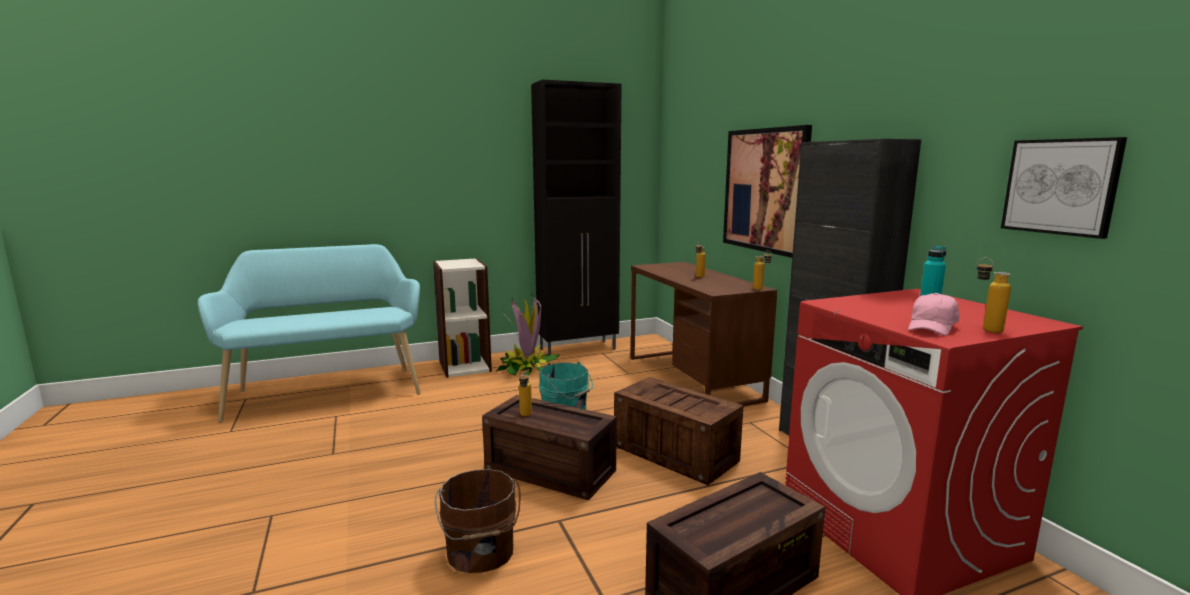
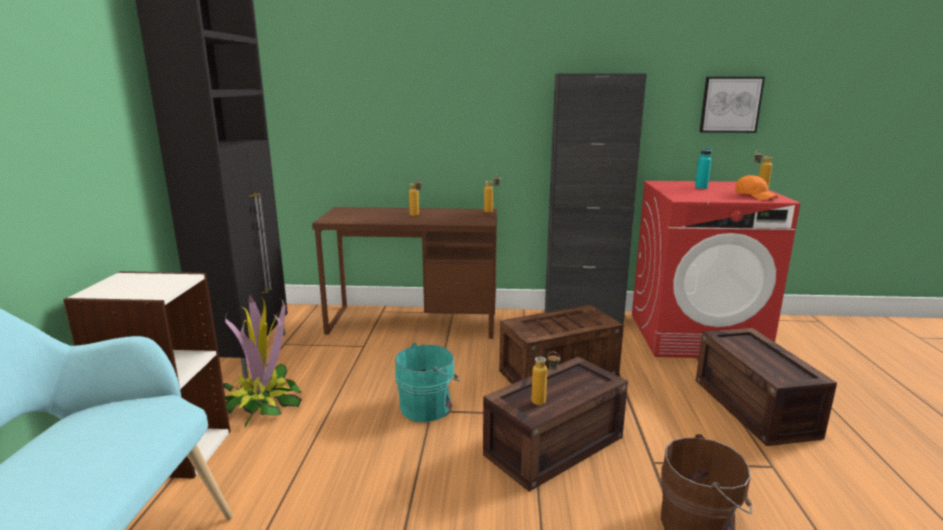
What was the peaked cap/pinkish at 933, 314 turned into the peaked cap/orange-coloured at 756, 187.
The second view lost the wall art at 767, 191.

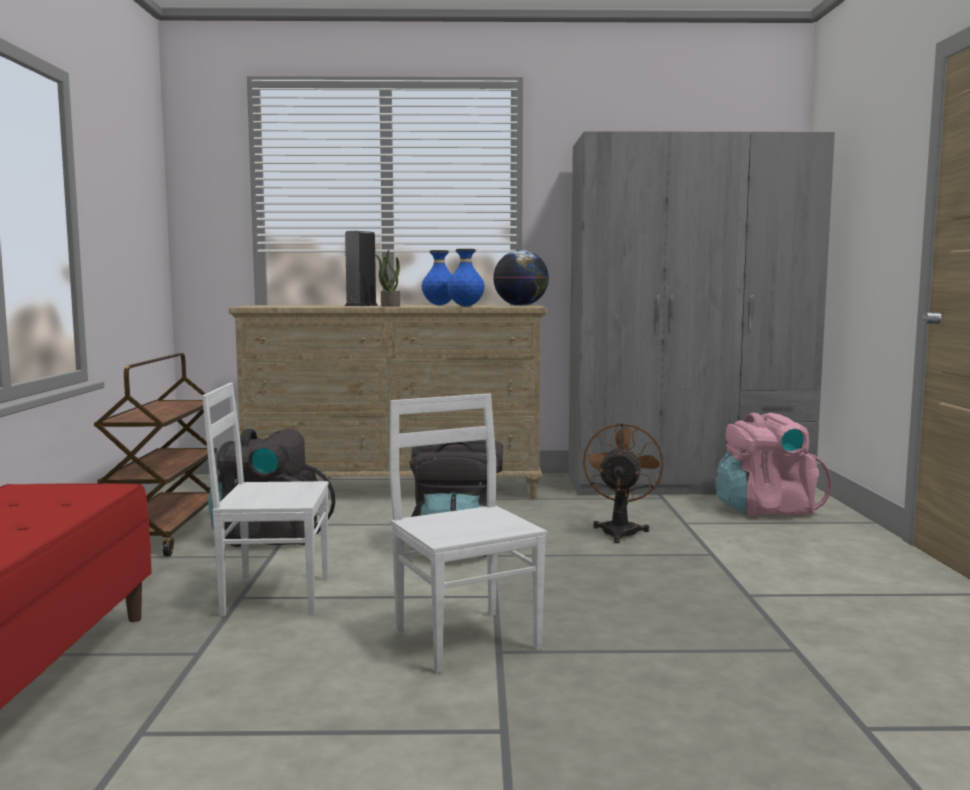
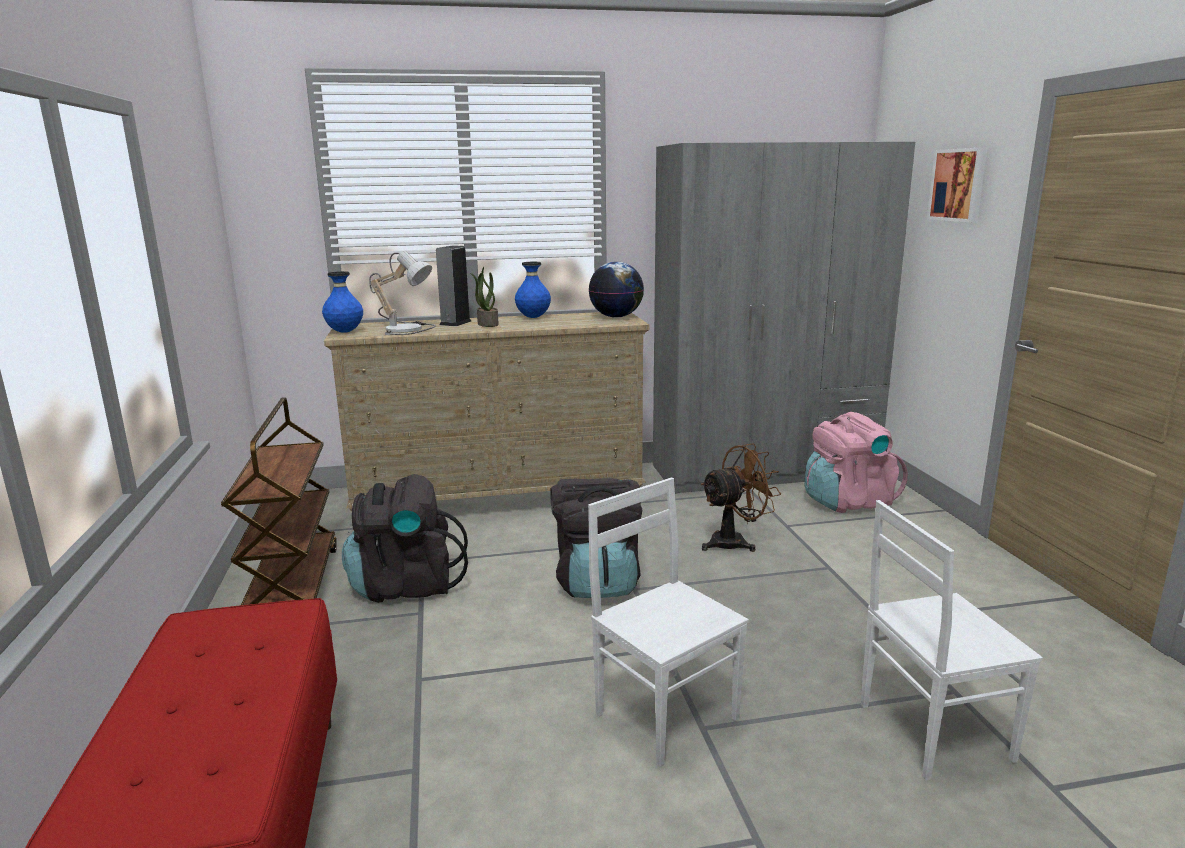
The decorative vase/blue ended up elsewhere, having gone from 466, 277 to 342, 302.
The second view gained the lamp for a table at 402, 293.
The electric fan/brownish at 623, 482 ended up facing another way, 60 degrees clockwise from before.
The plain chair/white ended up elsewhere, having gone from 265, 500 to 952, 640.
The second view gained the wall art at 957, 185.

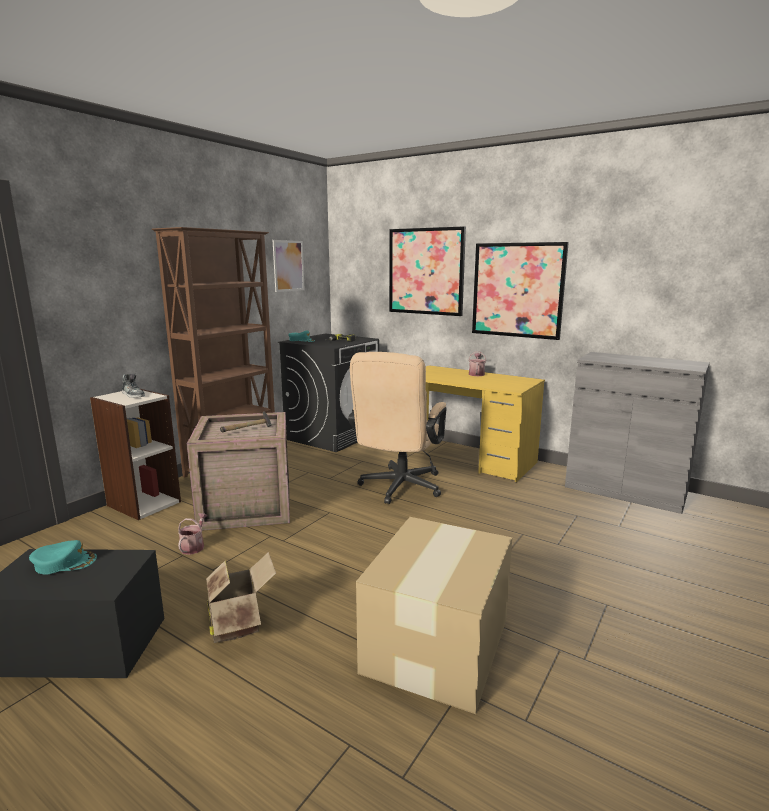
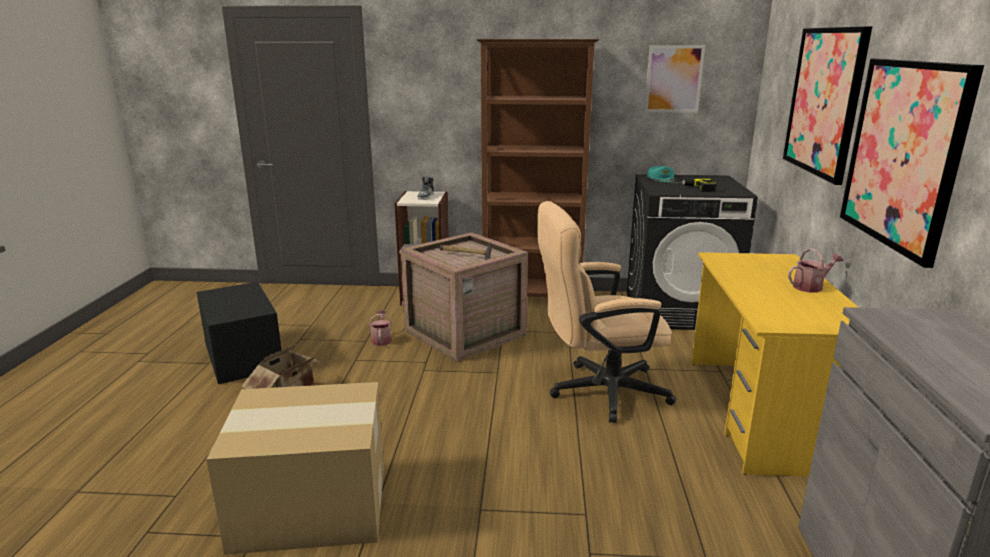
The sprinkling can at 193, 534 ended up facing another way, 75 degrees counterclockwise from before.
The second view lost the peaked cap/turquoise-coloured at 63, 557.

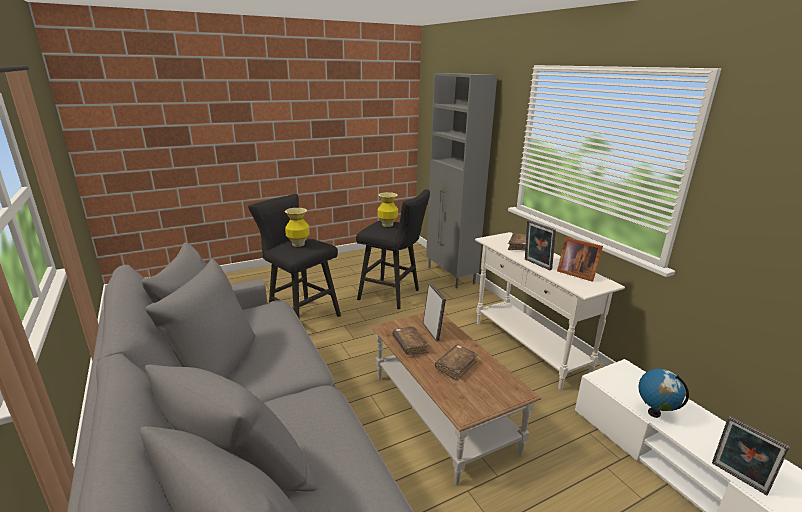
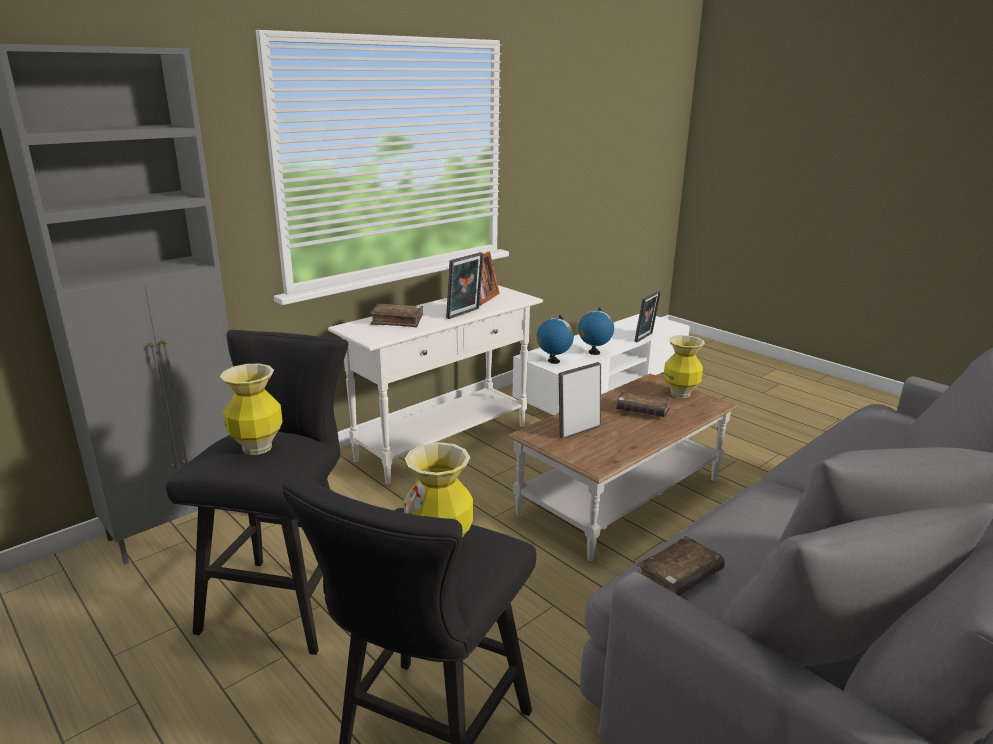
The second view gained the desk globe at 555, 339.
The volume/brownish ended up elsewhere, having gone from 411, 340 to 680, 566.
The second view gained the decorative vase at 684, 366.

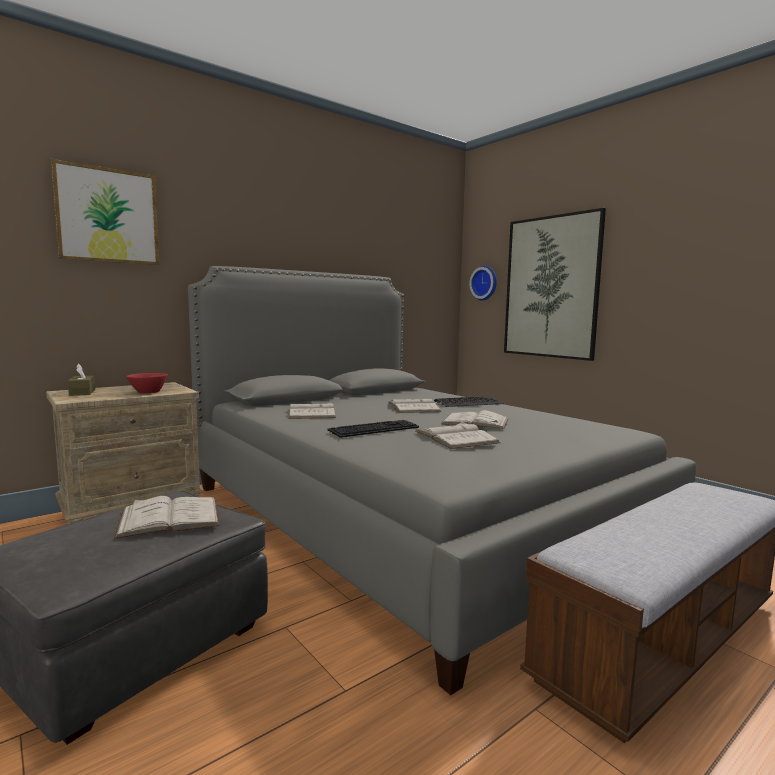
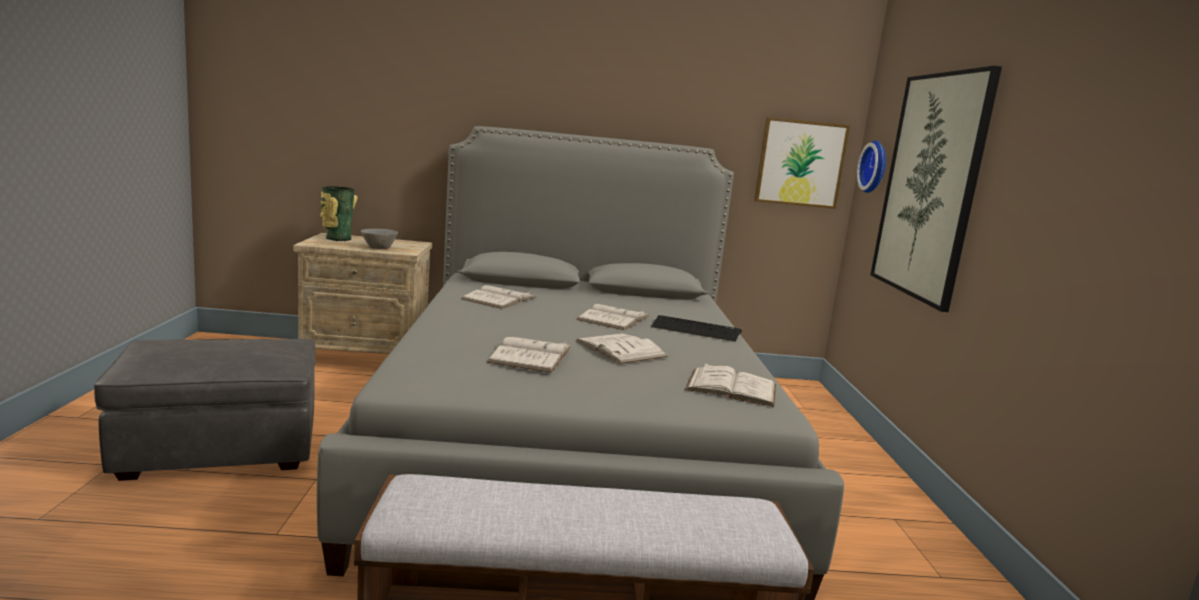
Where the box of tissues/brownish stood at 81, 380, the decorative vase came to stand at 338, 213.
What was the serving bowl/reddish at 147, 383 turned into the serving bowl/grey at 379, 239.
The volume/white ended up elsewhere, having gone from 167, 517 to 730, 385.
The wall art ended up elsewhere, having gone from 105, 212 to 802, 163.
The second view lost the keyboard at 373, 429.

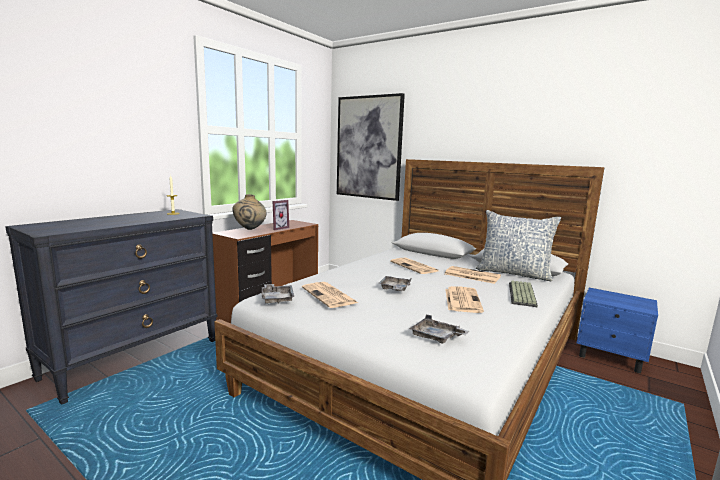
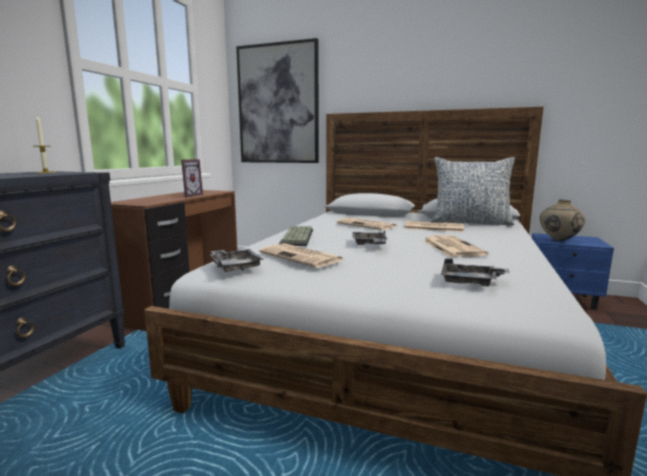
The keyboard ended up elsewhere, having gone from 523, 293 to 296, 236.
The decorative vase/beige-coloured ended up elsewhere, having gone from 250, 212 to 562, 220.

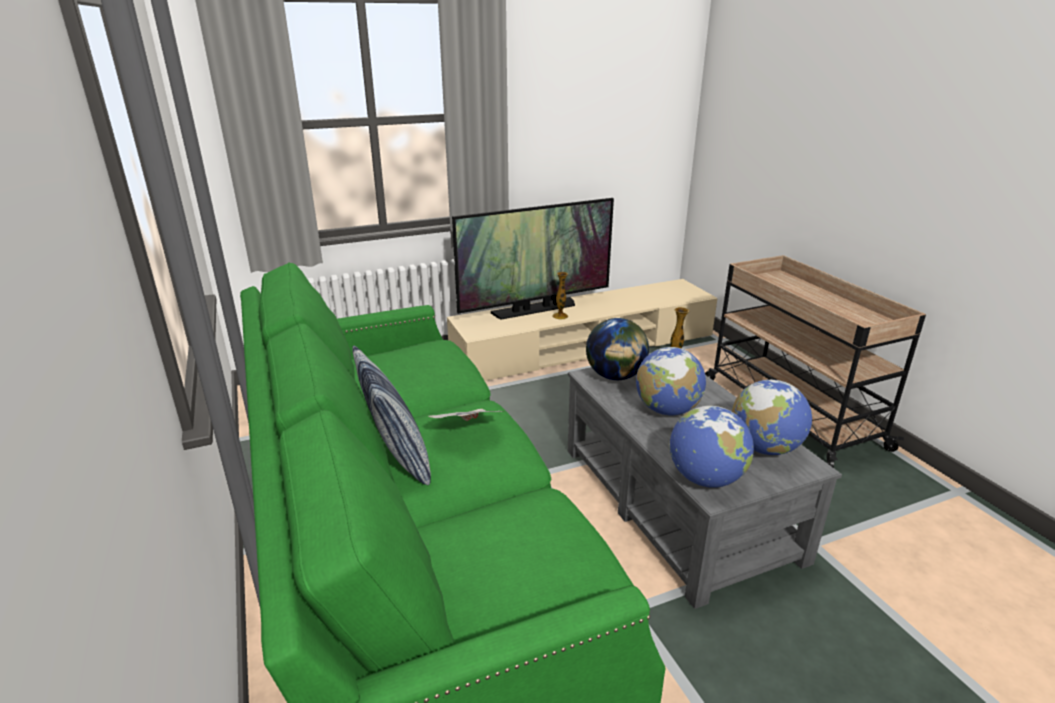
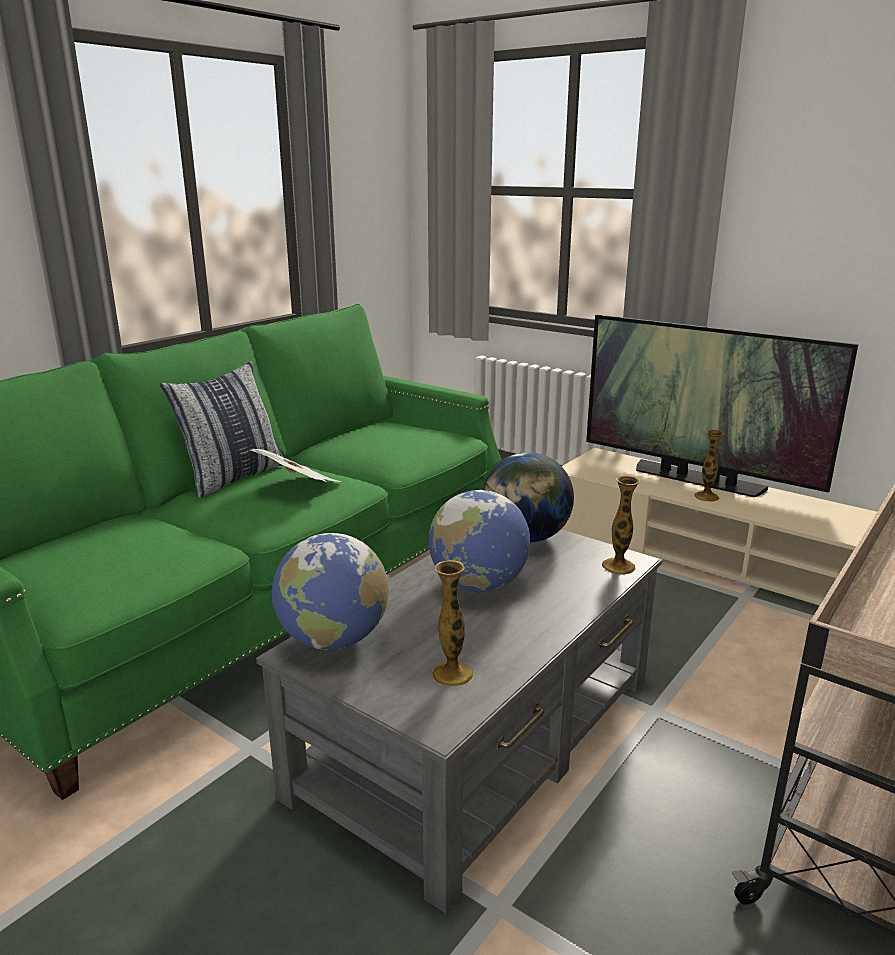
Where the desk globe stood at 772, 417, the decorative vase came to stand at 453, 623.

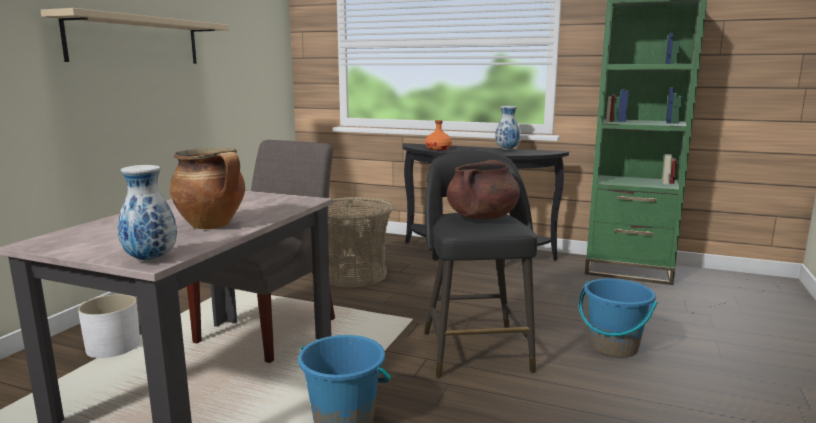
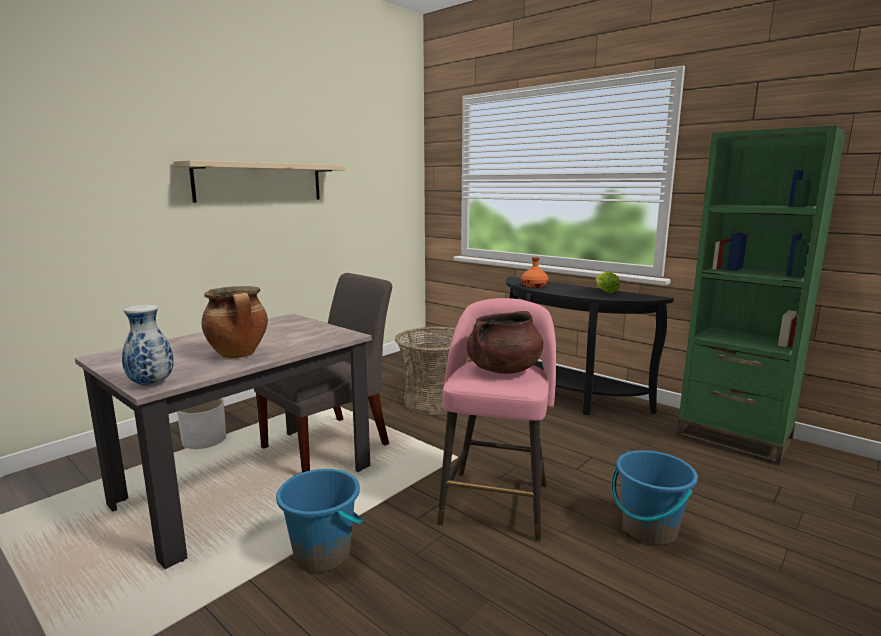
What was the stool seat/black at 480, 264 turned into the stool seat/pinkish at 496, 419.
Where the decorative vase stood at 507, 128, the lettuce head came to stand at 608, 282.

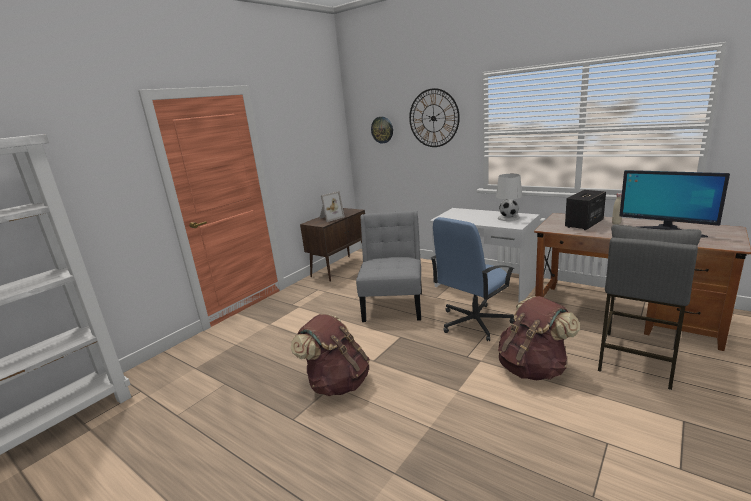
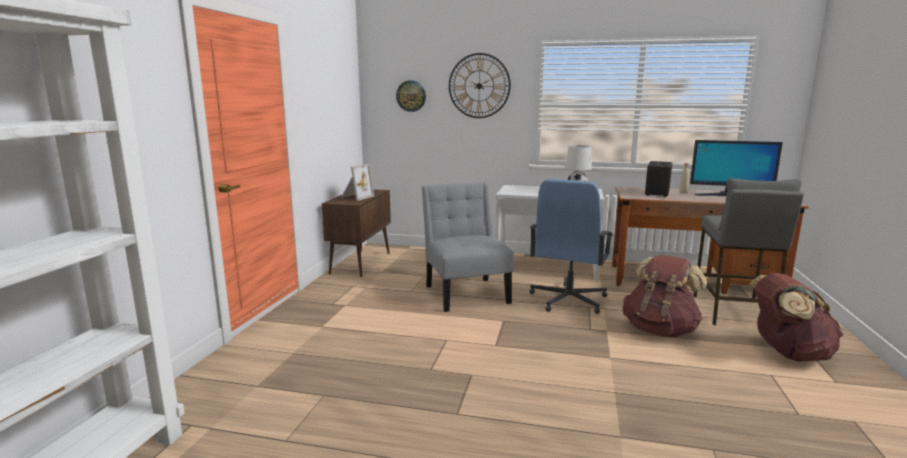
The knapsack/brownish ended up elsewhere, having gone from 330, 355 to 796, 317.

